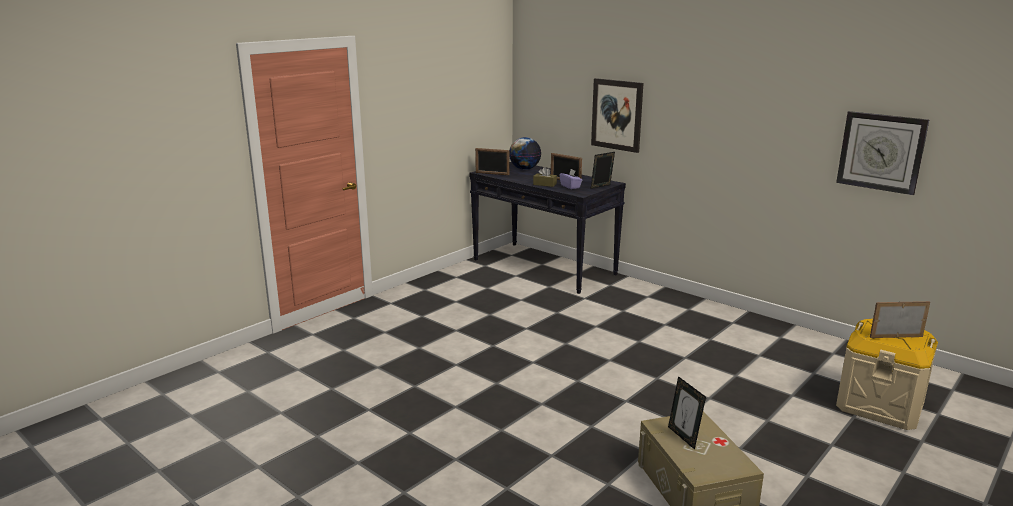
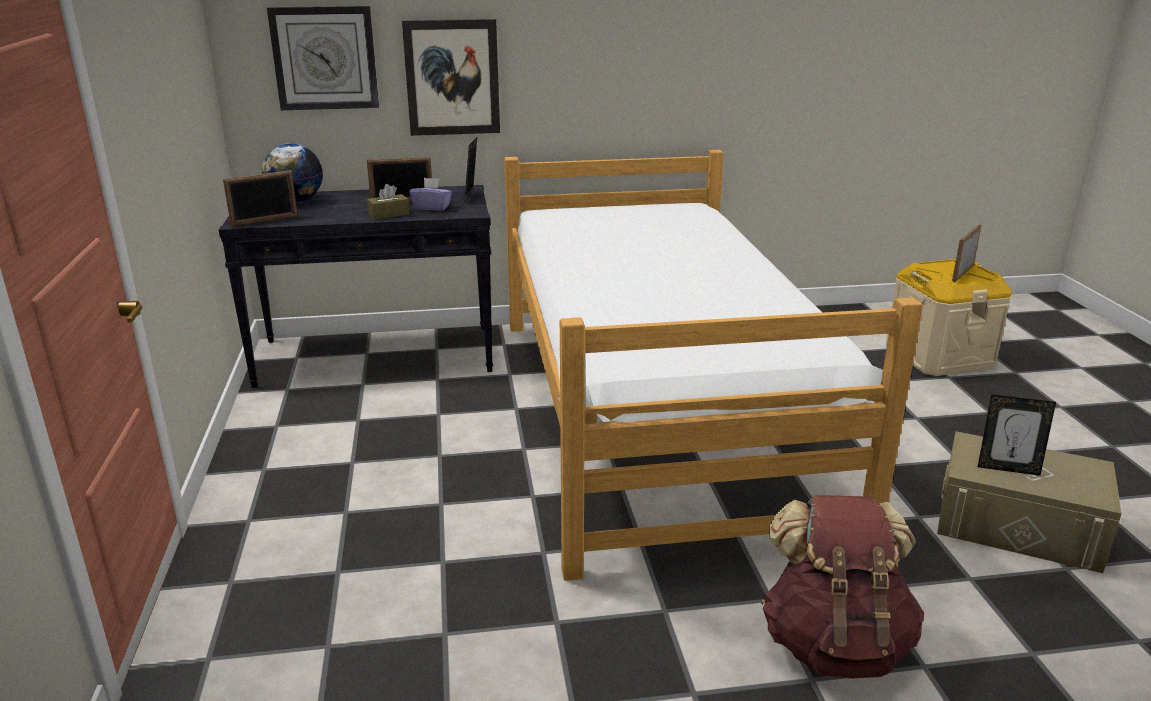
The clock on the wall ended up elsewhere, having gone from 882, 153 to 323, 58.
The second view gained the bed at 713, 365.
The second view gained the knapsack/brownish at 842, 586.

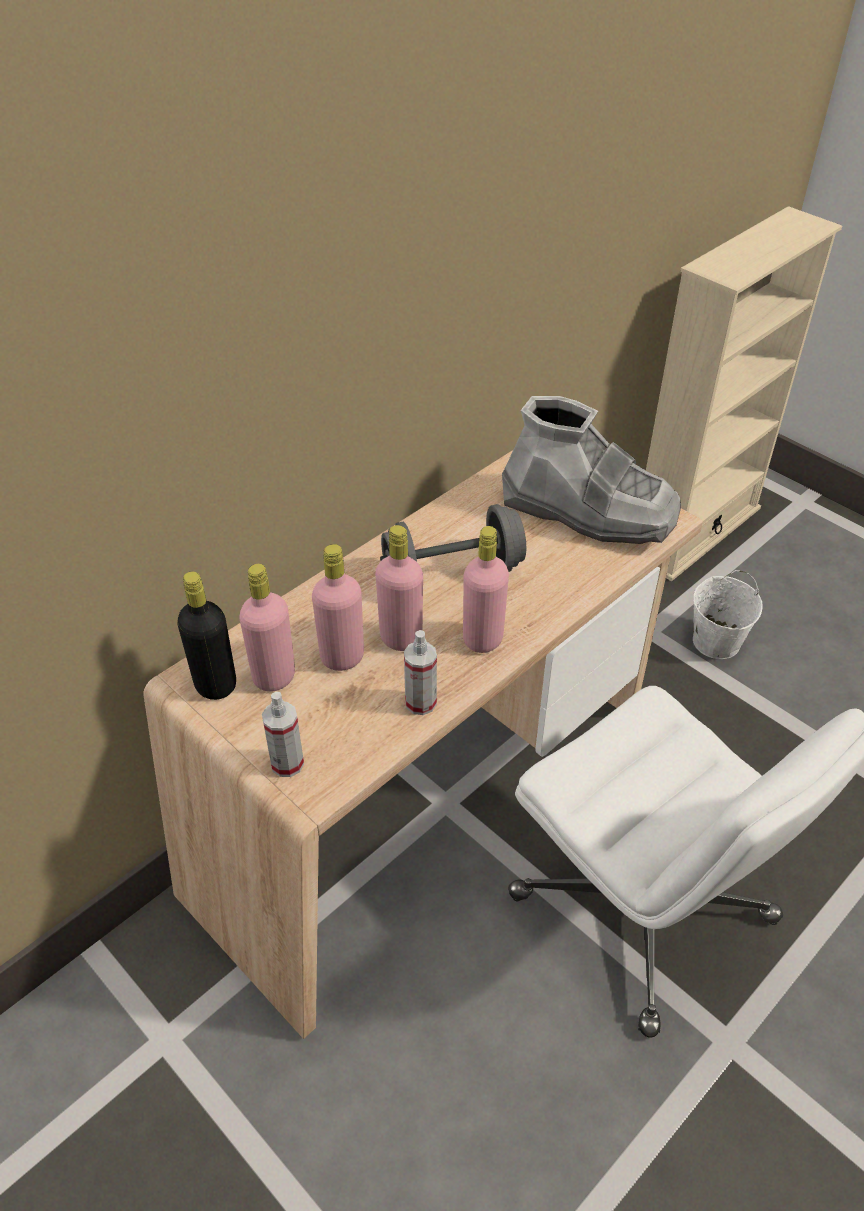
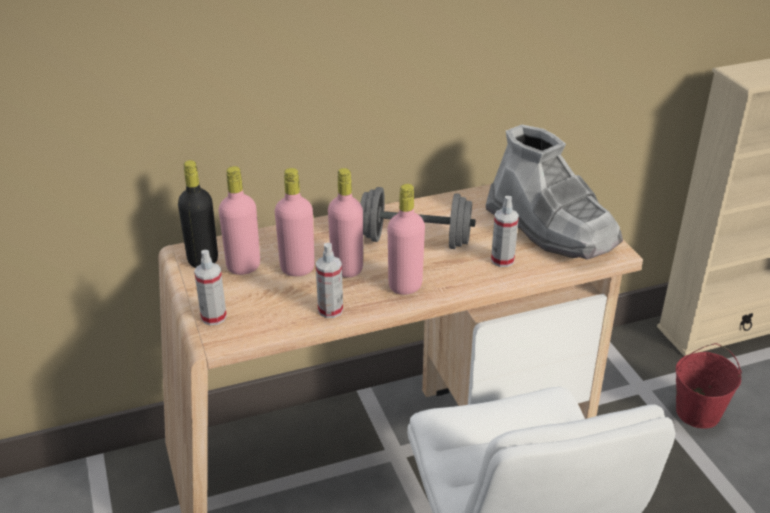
The second view gained the spray bottle at 505, 231.
What was the pail/white at 728, 614 turned into the pail/reddish at 709, 386.

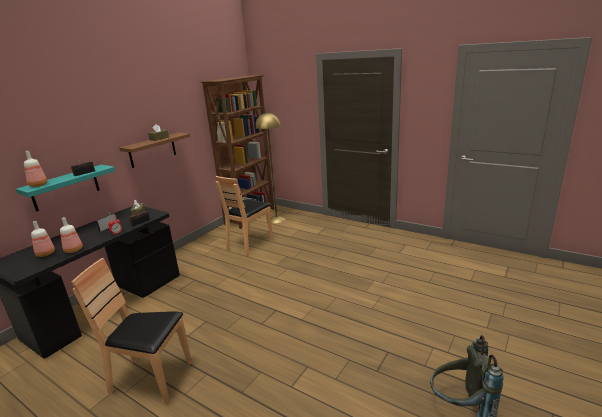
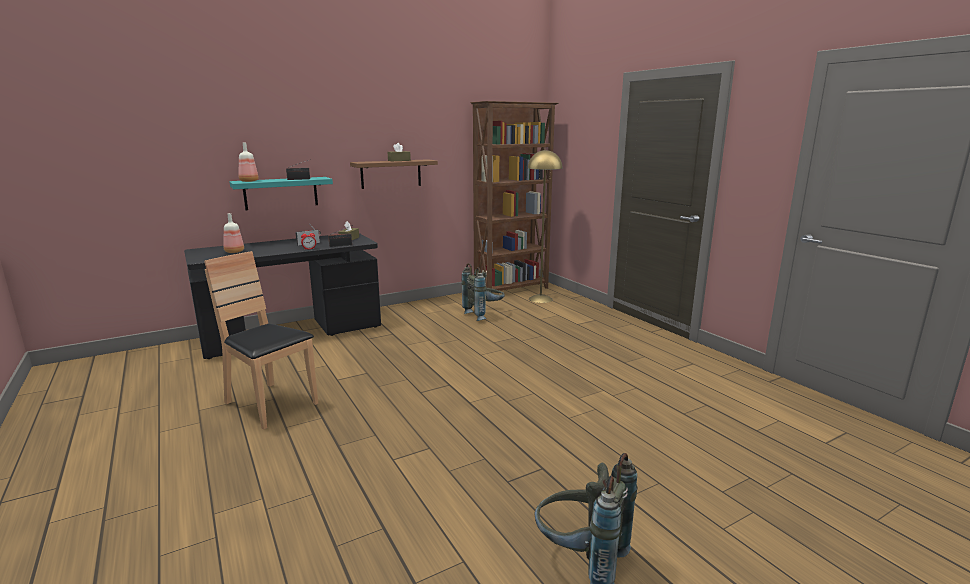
Where the plain chair/brownish stood at 244, 216, the knapsack/grey came to stand at 483, 292.
The second view lost the drink bottle at 71, 235.

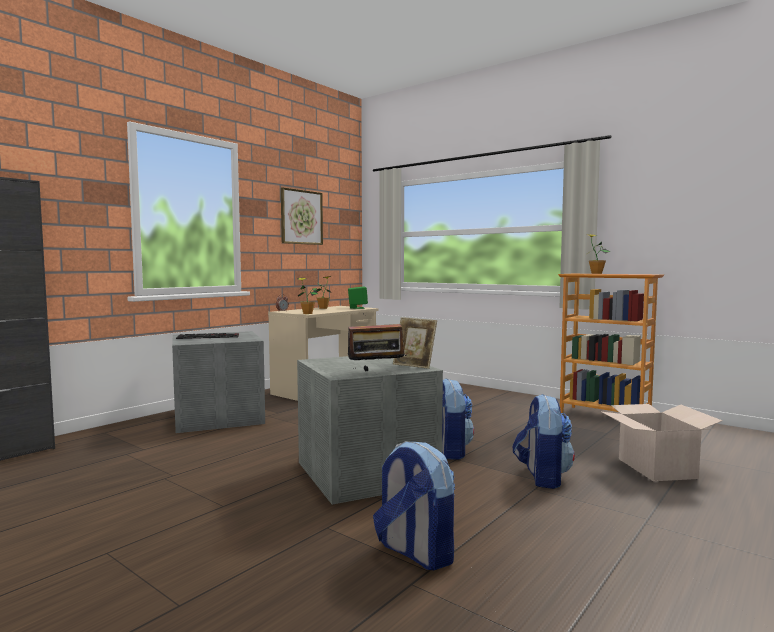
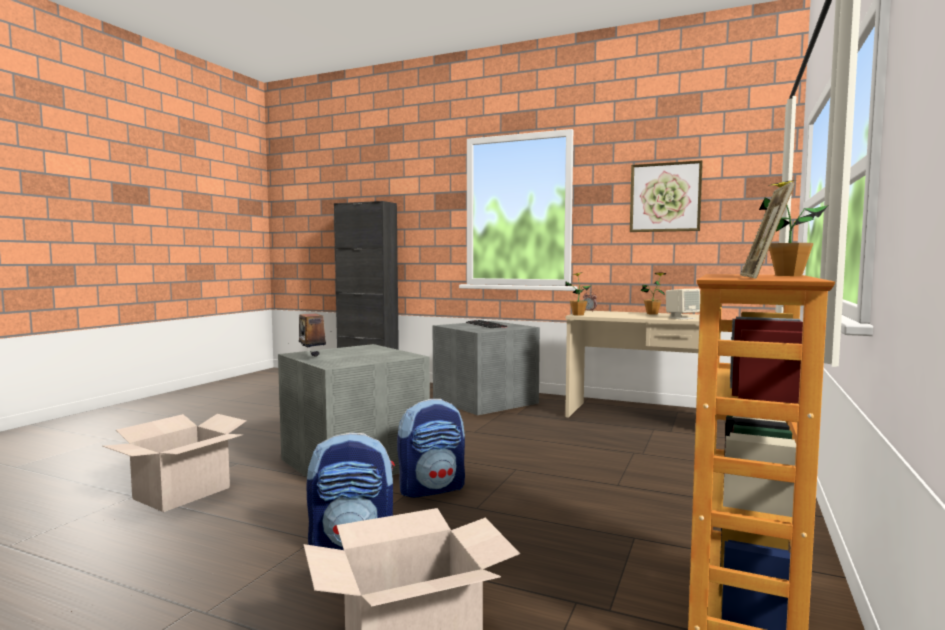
Where the knapsack stood at 414, 505, the cardboard box came to stand at 175, 463.
What was the speaker/green at 358, 298 turned into the speaker/beige-coloured at 683, 304.
The standing frame ended up elsewhere, having gone from 415, 343 to 767, 230.

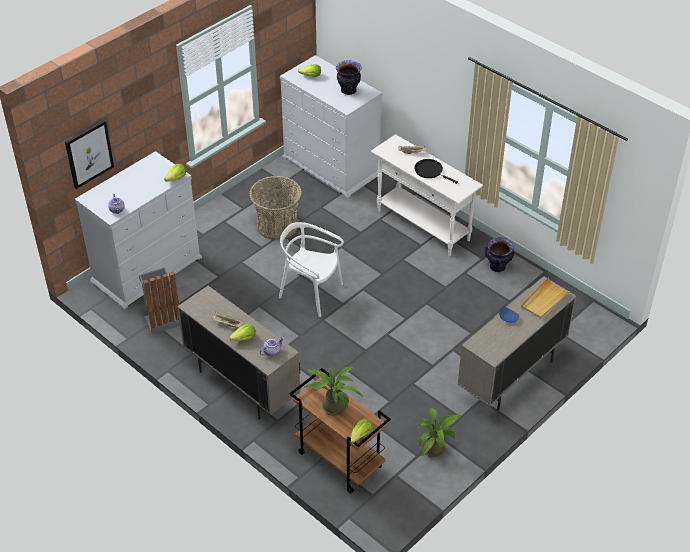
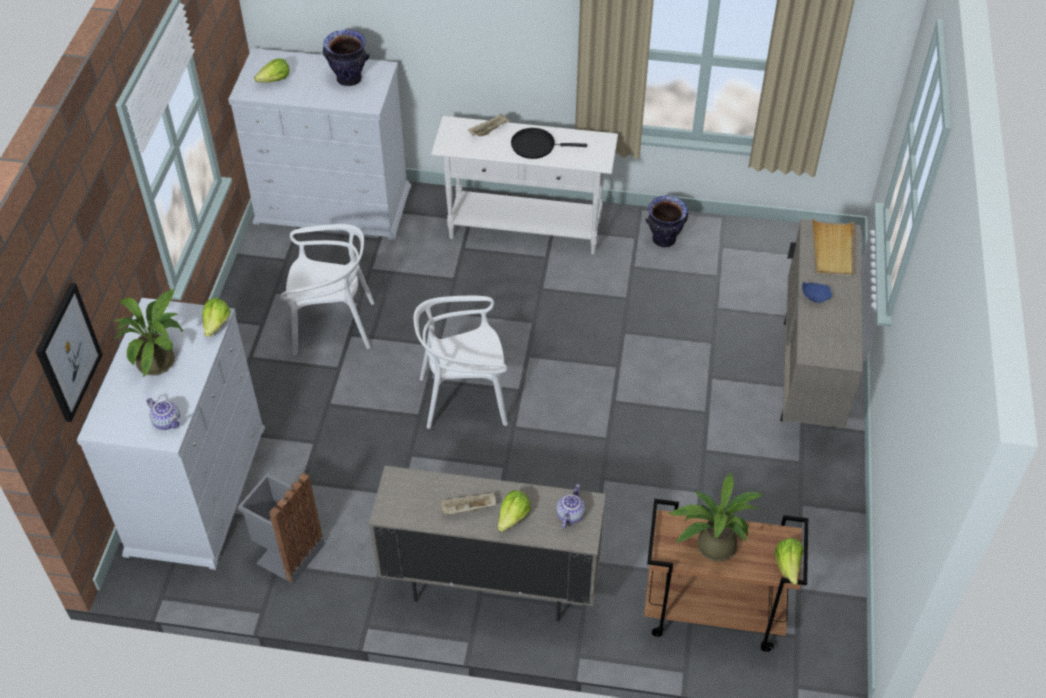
The houseplant ended up elsewhere, having gone from 440, 432 to 147, 333.
Where the storage basket stood at 275, 208, the plain chair/white came to stand at 327, 289.

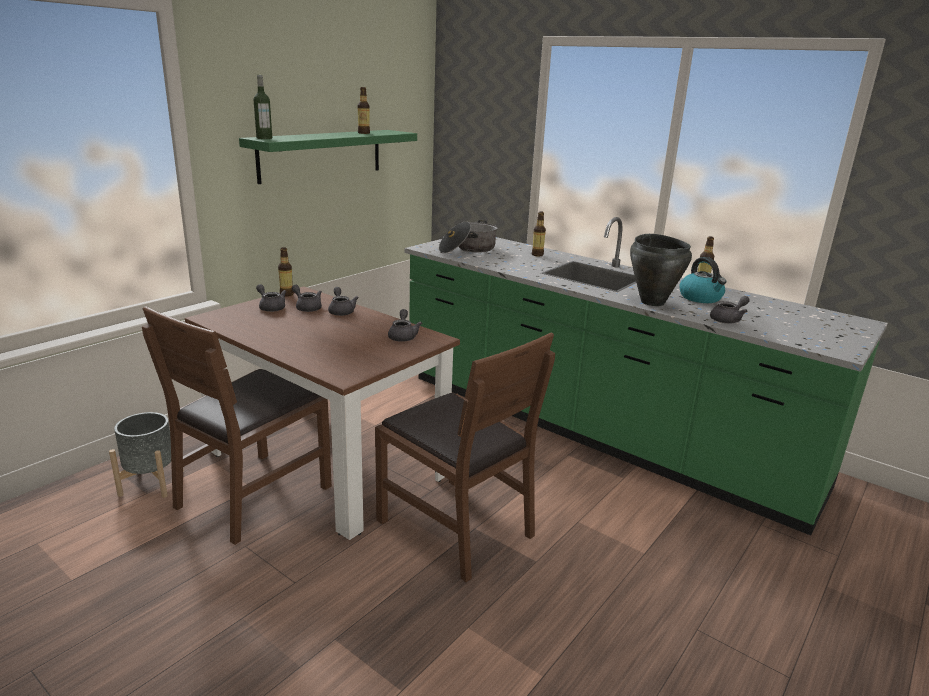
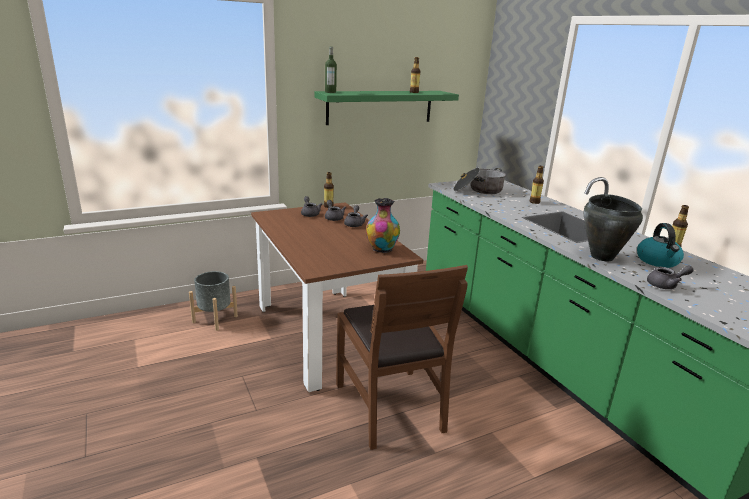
Where the teapot/grey stood at 405, 325, the decorative vase came to stand at 383, 225.
The second view lost the plain chair/brownish at 237, 425.

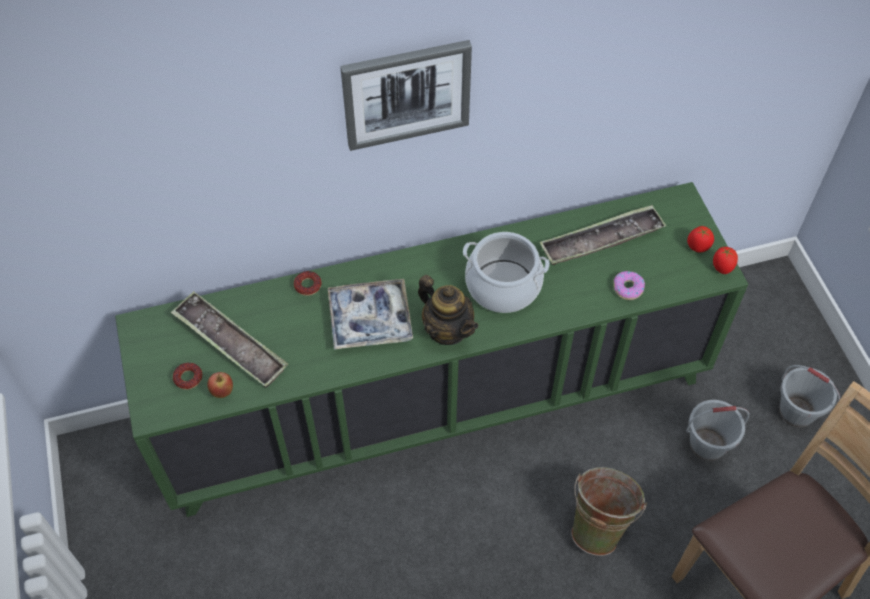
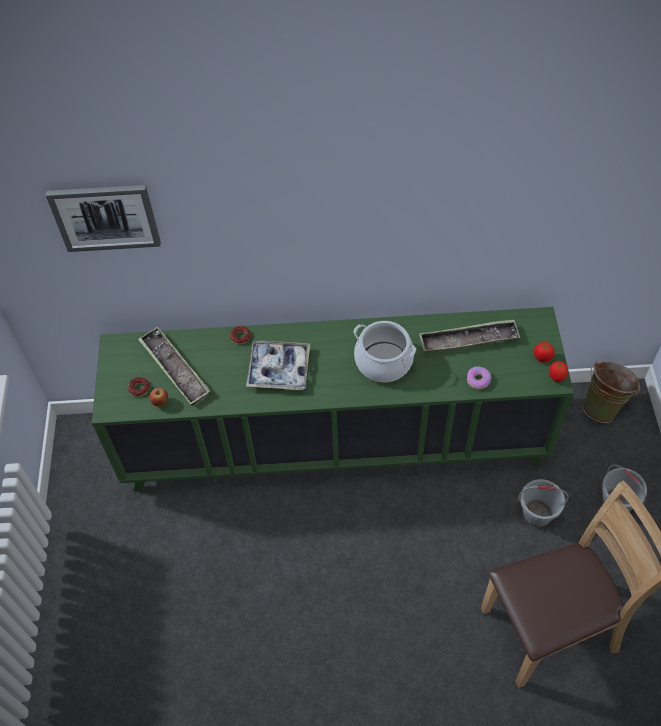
The wall art ended up elsewhere, having gone from 406, 95 to 103, 218.
The pail/green ended up elsewhere, having gone from 609, 511 to 611, 392.
The second view lost the teapot at 448, 310.

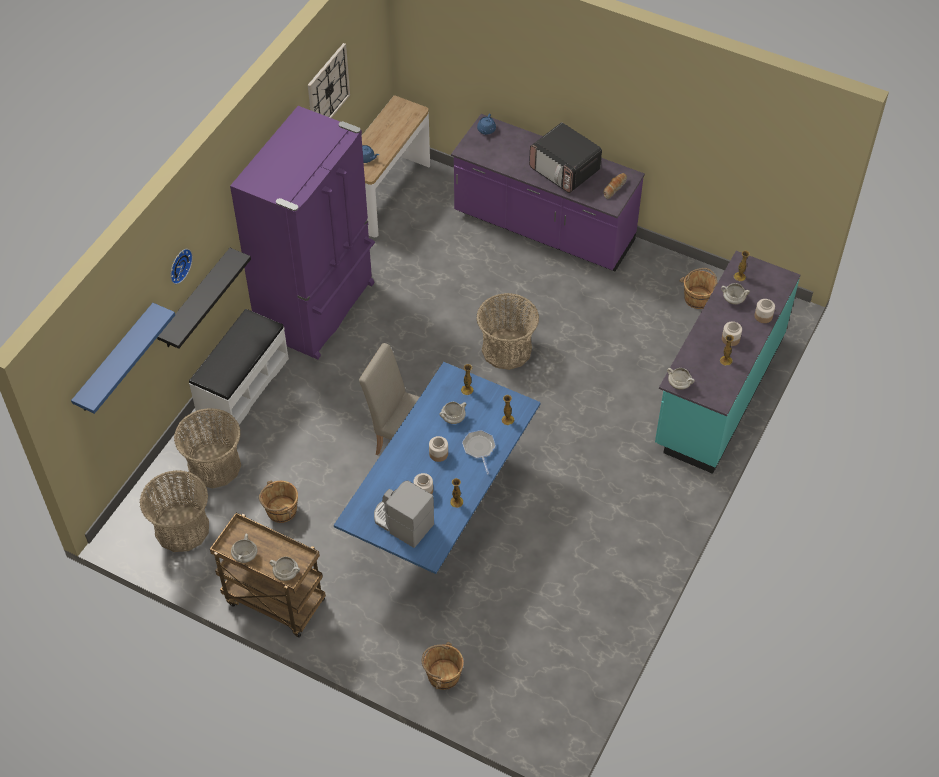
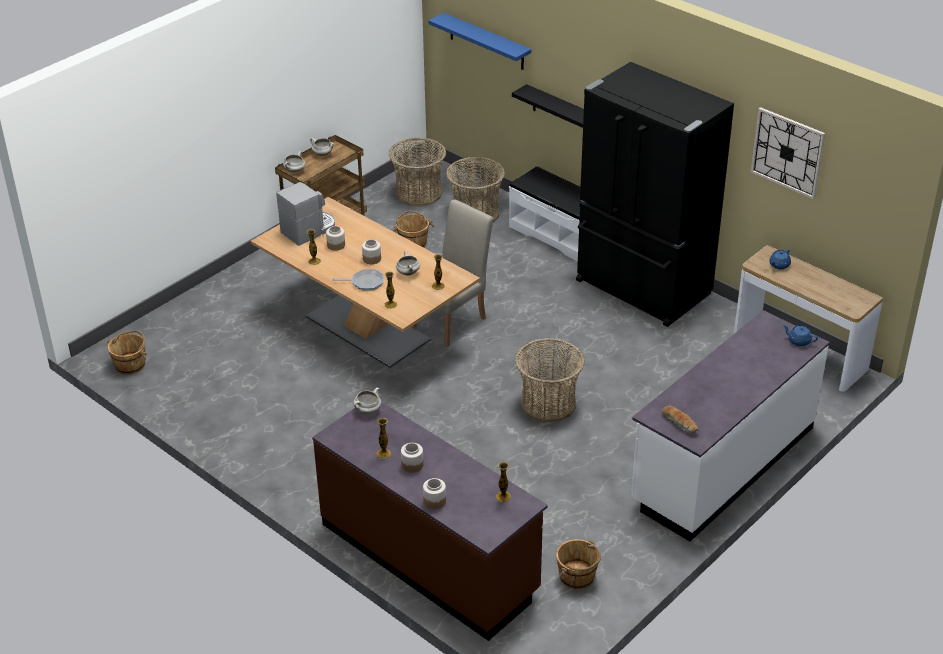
The pail/brownish ended up elsewhere, having gone from 443, 666 to 127, 352.
What was the kitchen table/blue at 437, 468 turned into the kitchen table/beige-coloured at 365, 282.
What was the counter/turquoise-coloured at 728, 362 turned into the counter/brownish at 430, 521.
What was the refrigerator/purple at 302, 232 turned into the refrigerator/black at 655, 194.
What was the counter/purple at 548, 192 turned into the counter/white at 730, 426.
The second view lost the clock on the wall at 181, 266.
The second view lost the kitchen microwave at 565, 158.
The second view lost the stockpot/white at 735, 293.

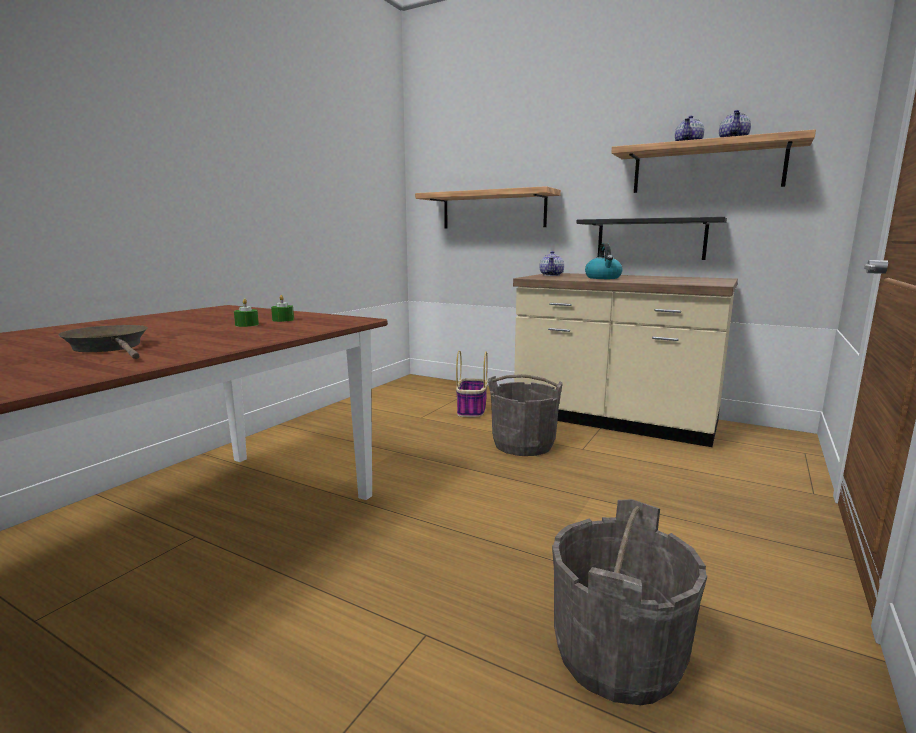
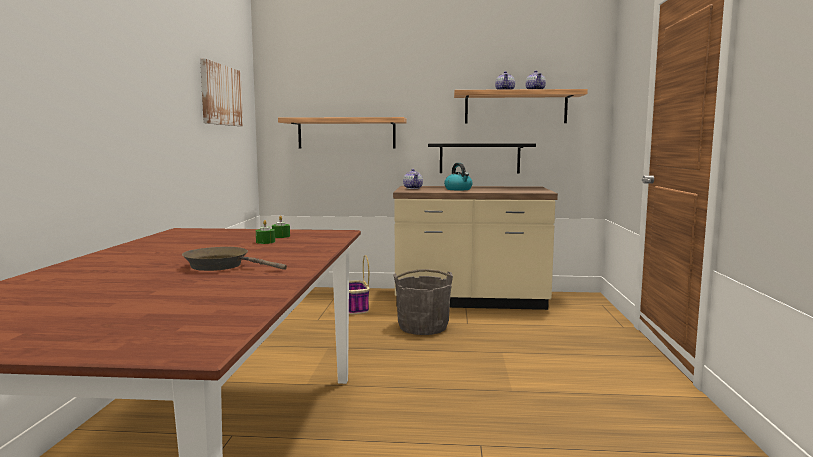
The second view gained the wall art at 221, 92.
The second view lost the pail/grey at 629, 602.

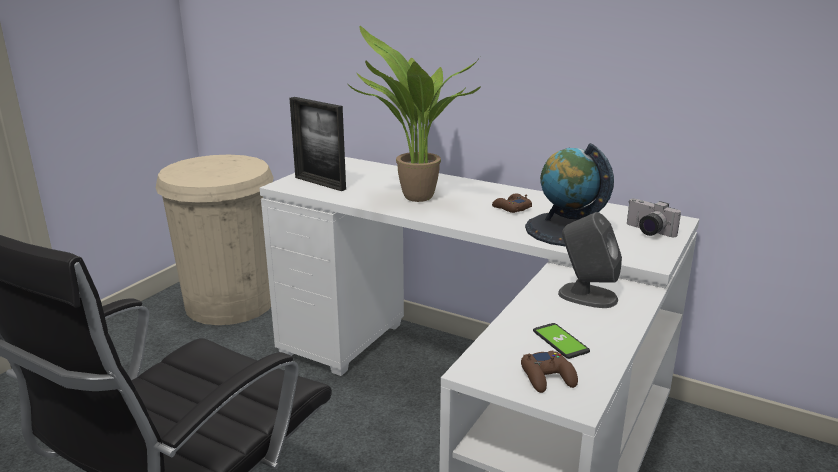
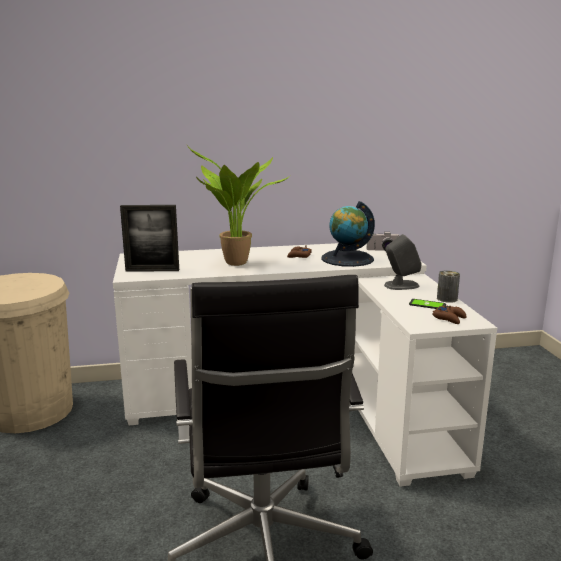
The second view gained the metal can at 448, 286.

